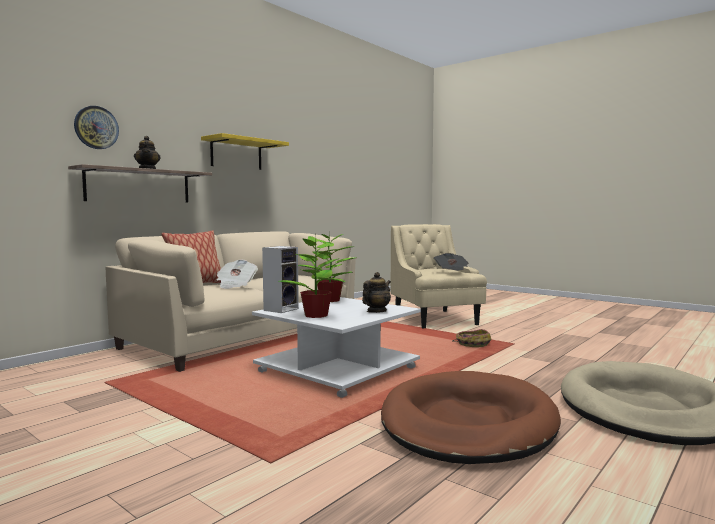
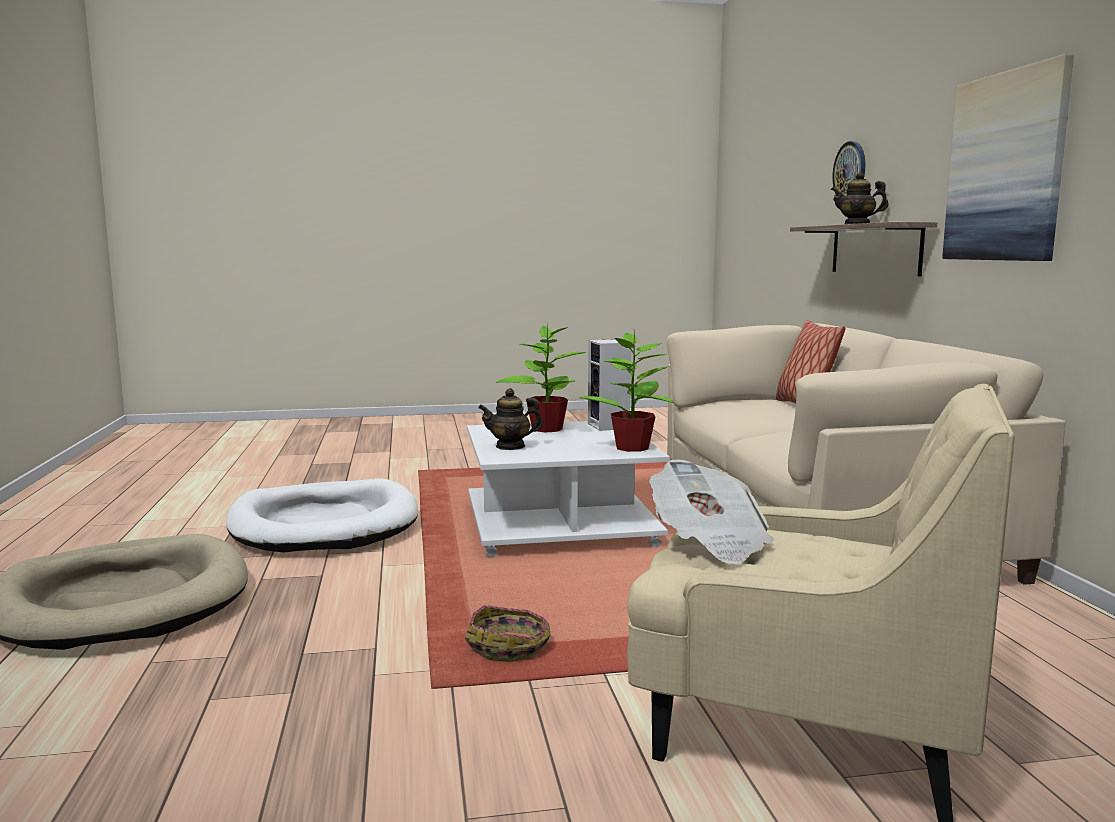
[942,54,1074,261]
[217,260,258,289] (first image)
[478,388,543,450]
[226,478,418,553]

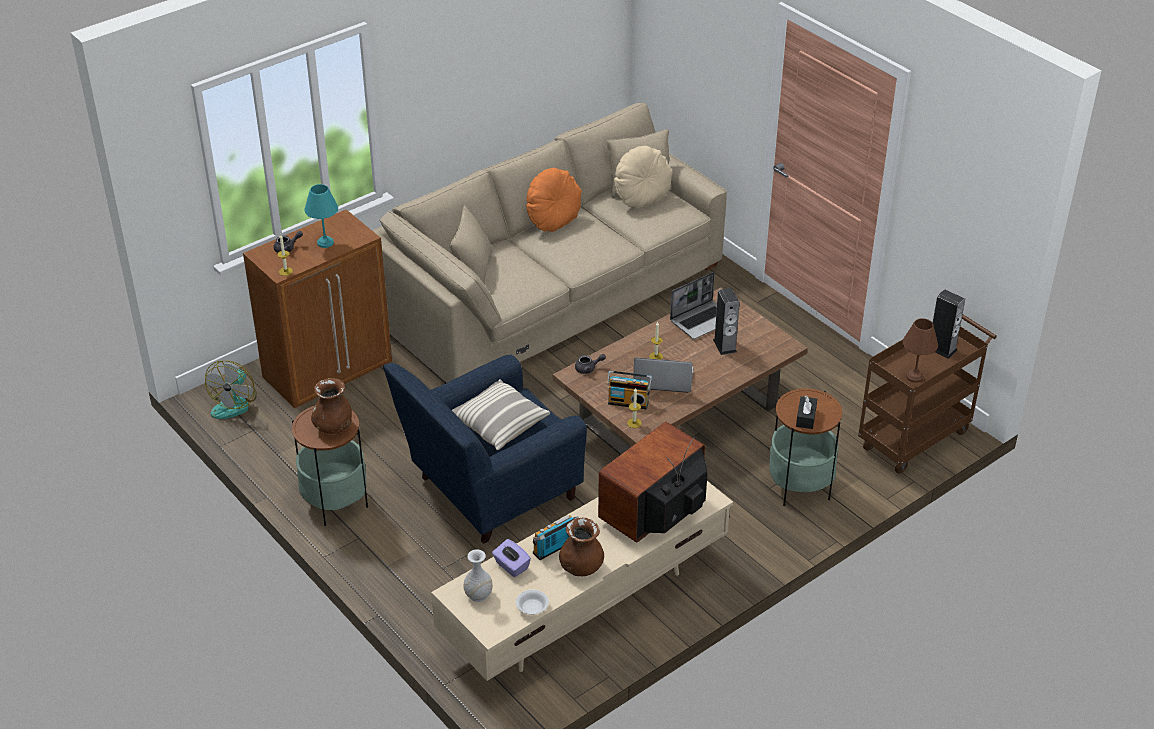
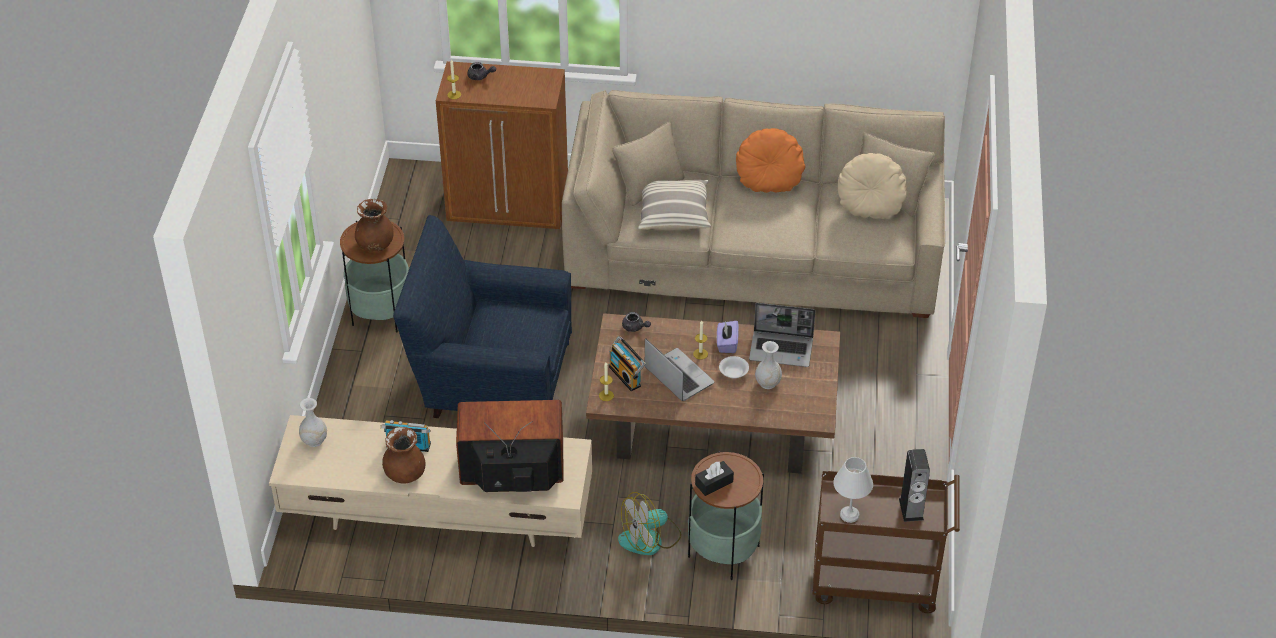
[305,184,338,248] (first image)
[755,341,782,389]
[833,457,873,523]
[618,492,681,555]
[638,180,711,230]
[717,321,739,353]
[719,356,749,378]

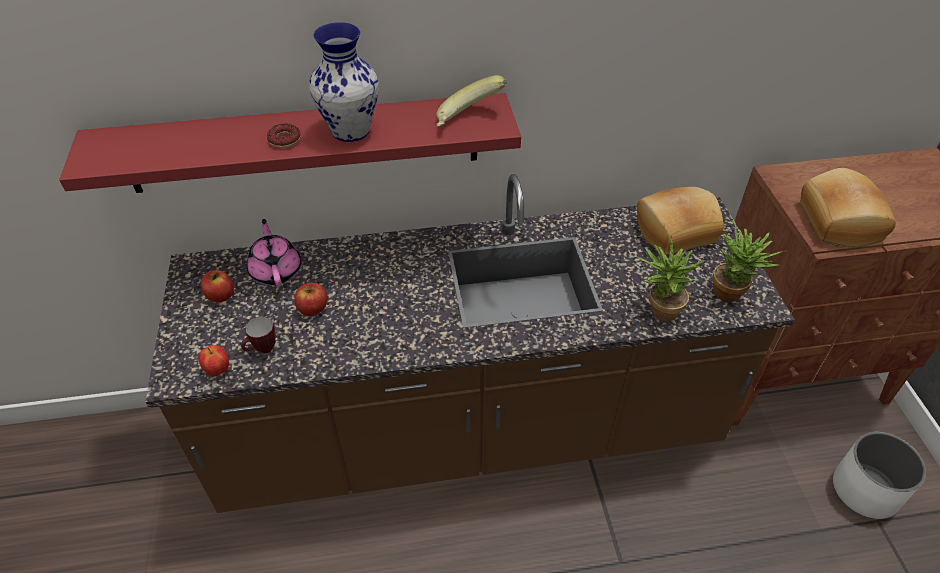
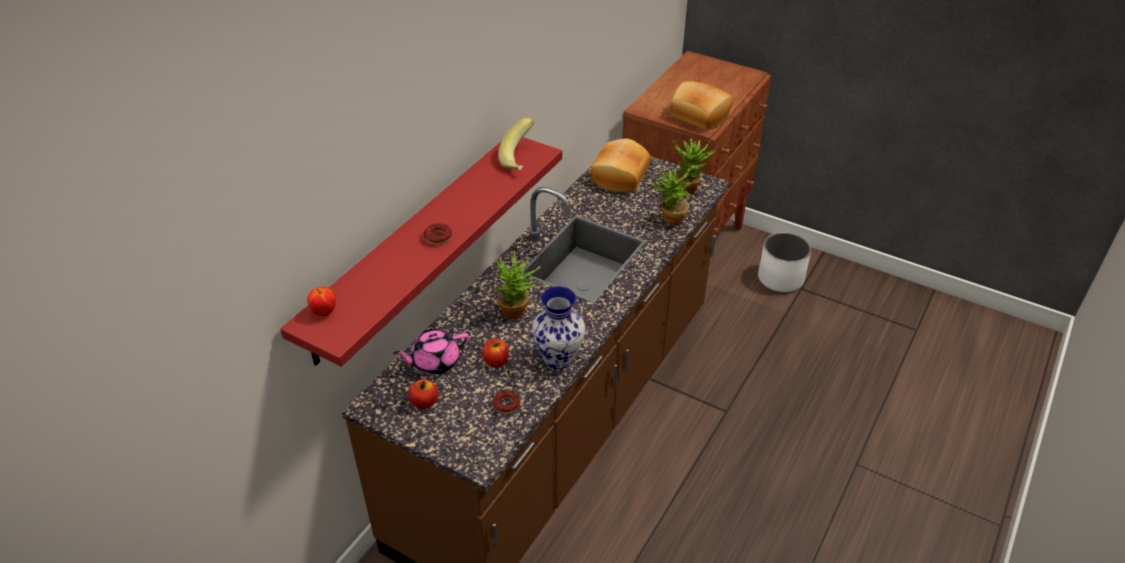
[532,286,585,369]
[393,329,469,375]
[493,390,520,413]
[307,287,336,316]
[493,250,541,319]

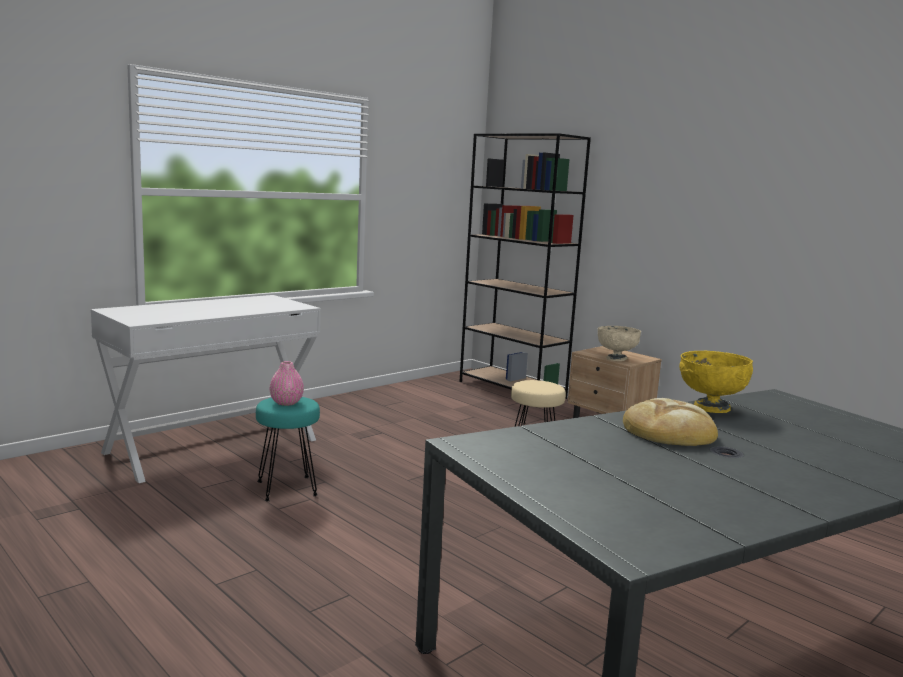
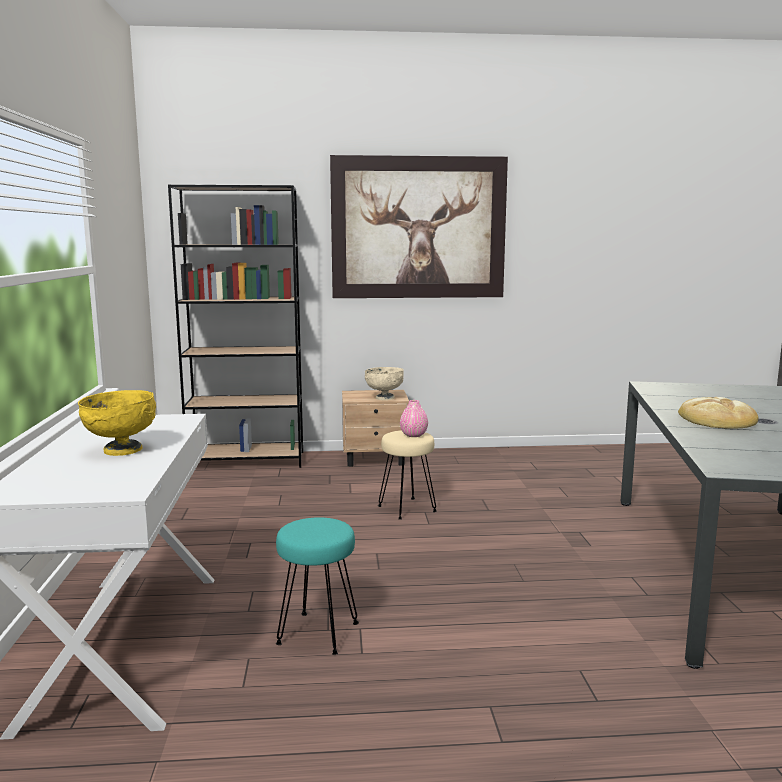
[78,390,156,456]
[400,400,428,437]
[330,155,508,298]

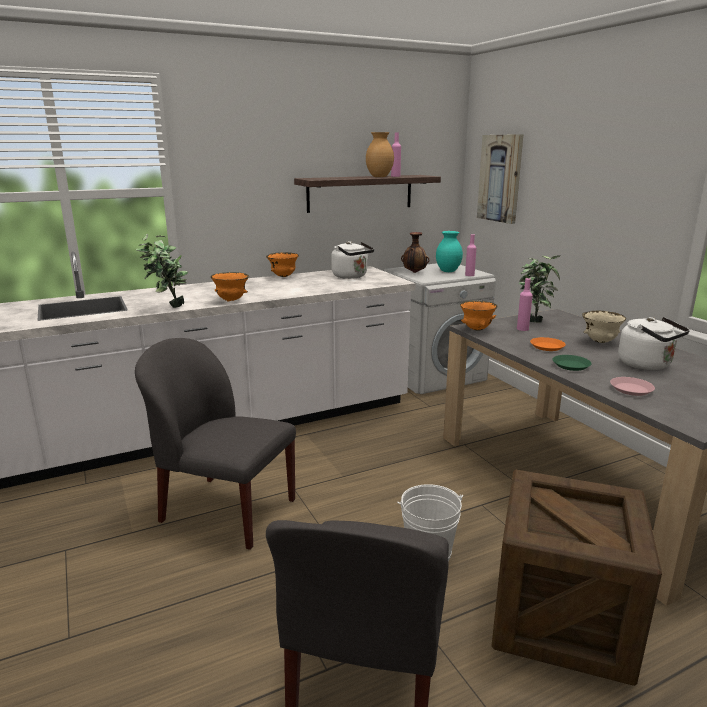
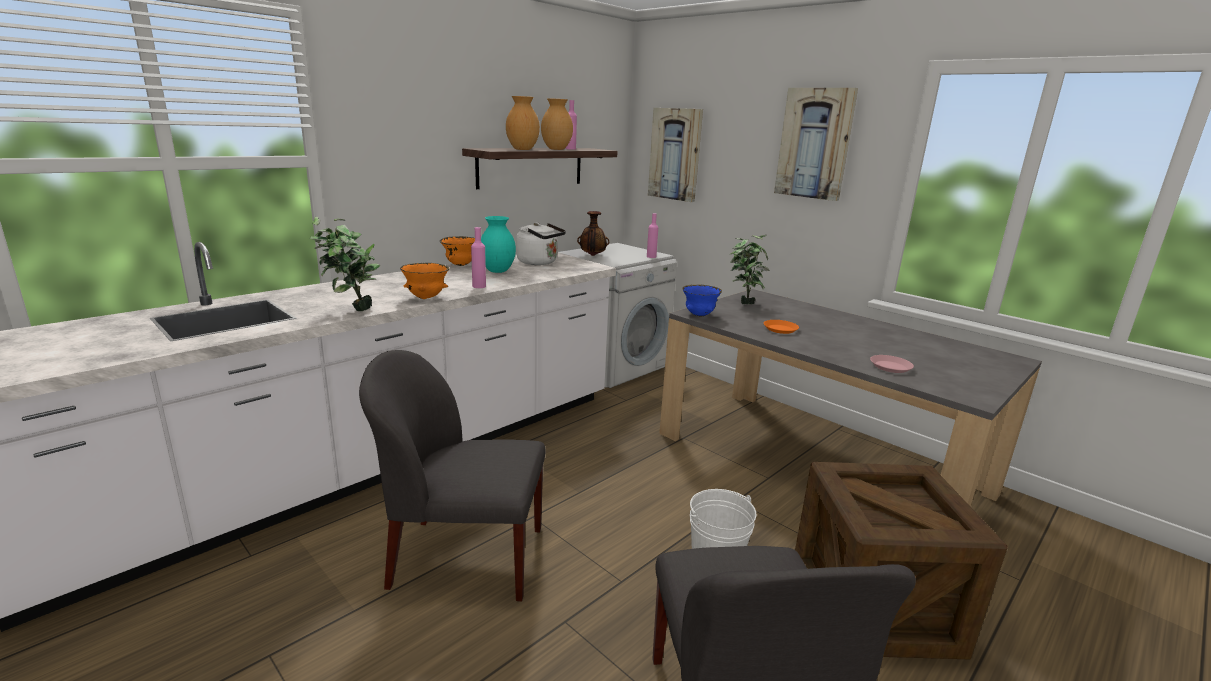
[481,216,516,273]
[471,227,486,288]
[682,284,722,316]
[582,310,626,343] (first image)
[618,317,690,370] (first image)
[552,355,592,371] (first image)
[774,88,858,201]
[506,96,540,150]

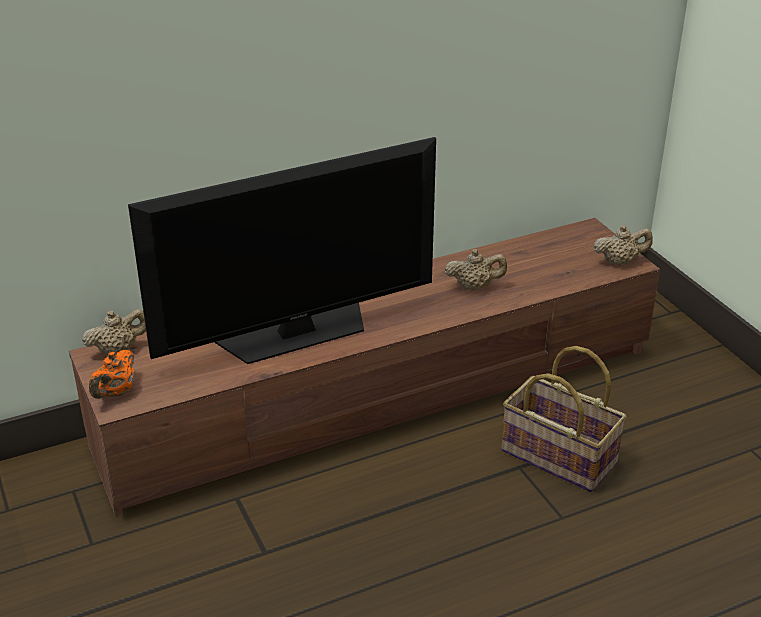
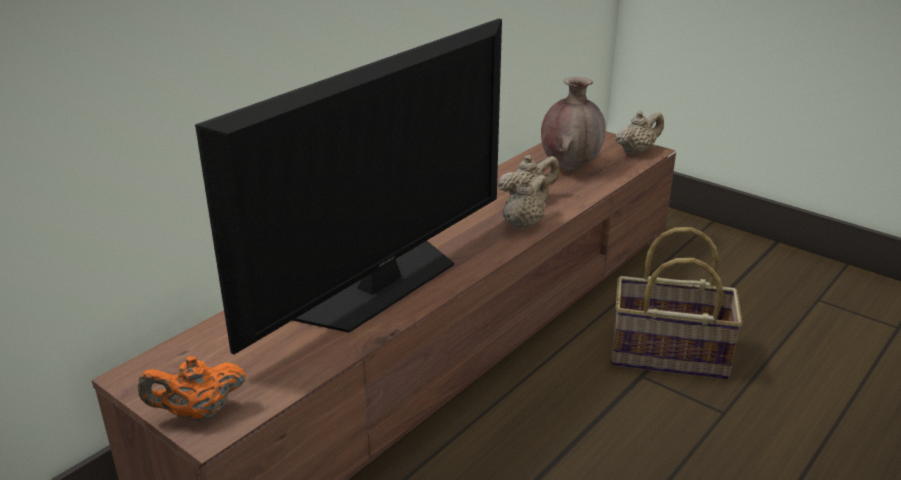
[503,175,549,230]
[138,356,246,421]
[541,77,606,171]

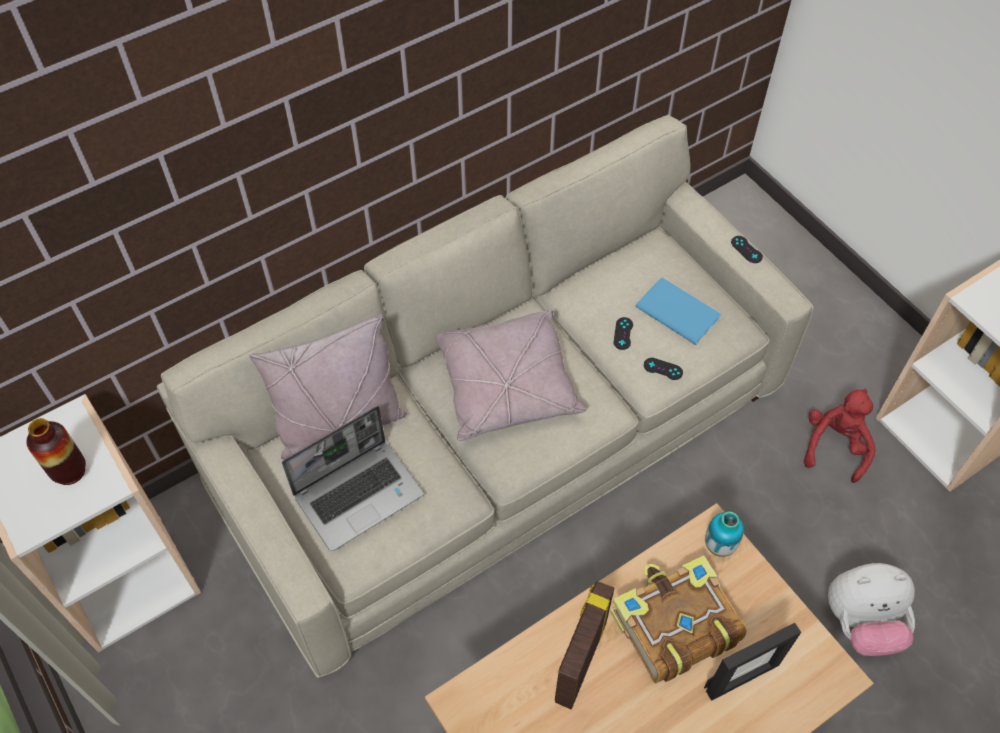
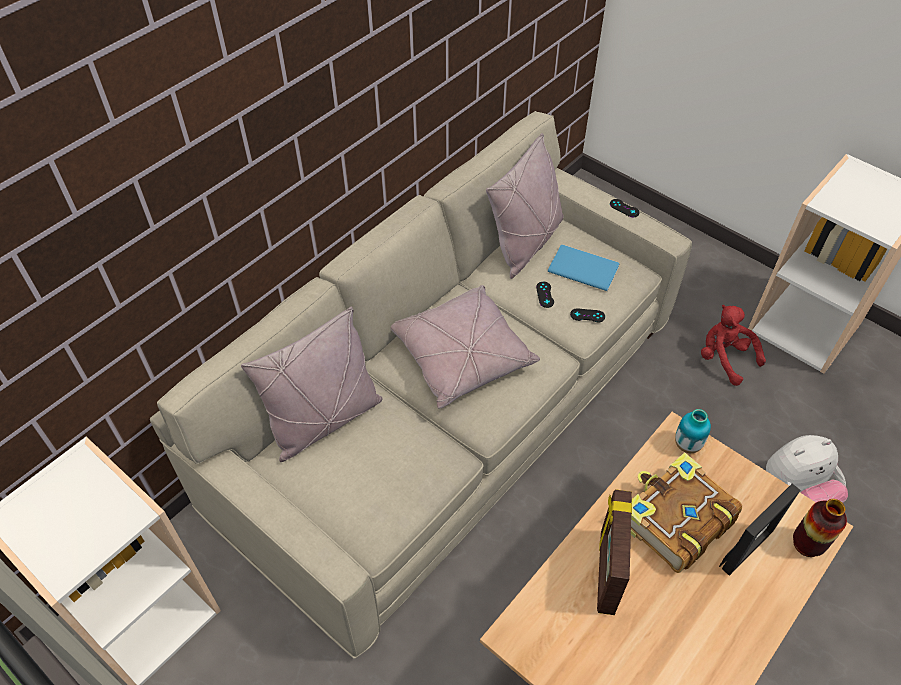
[701,305,766,386]
[282,406,423,551] (first image)
[793,499,847,557]
[486,133,564,279]

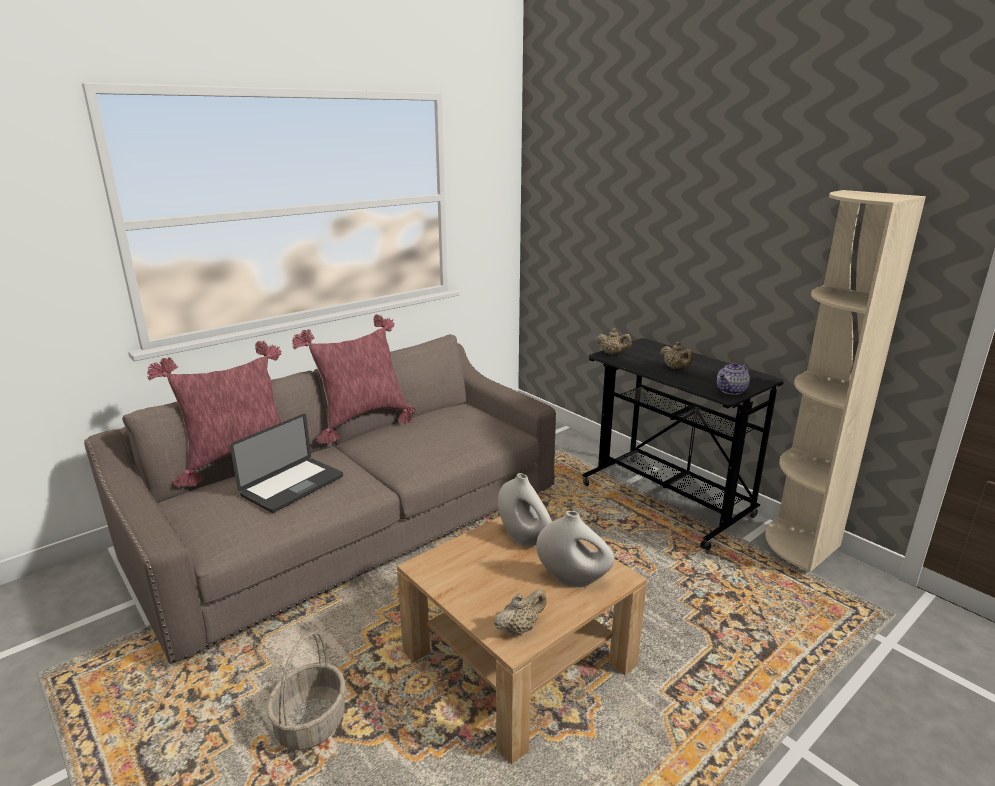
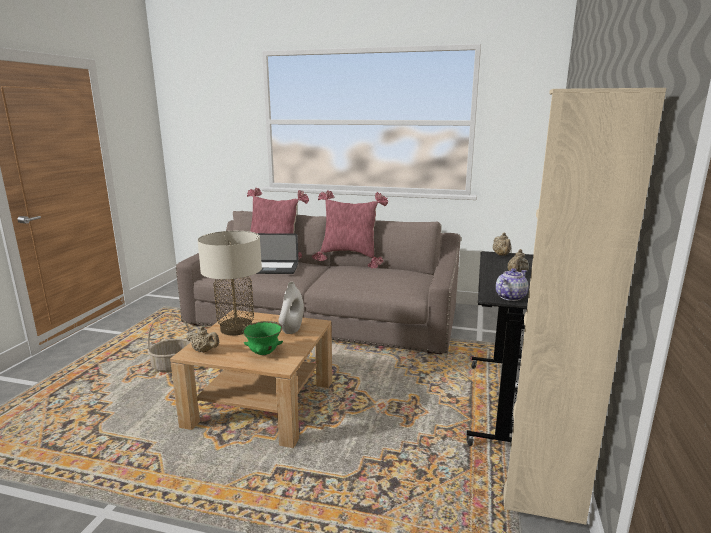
[496,268,529,301]
[242,321,283,355]
[197,231,262,336]

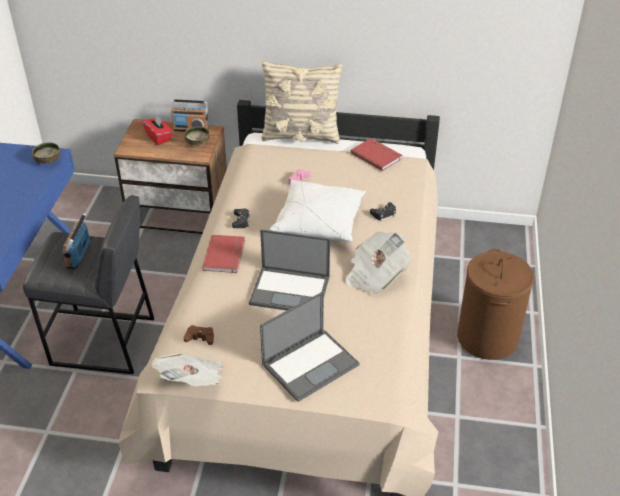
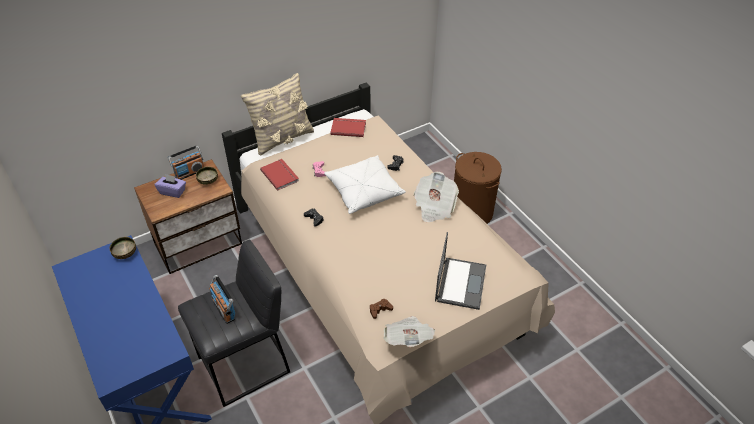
[155,174,186,198]
[249,229,330,311] (first image)
[260,159,299,191]

